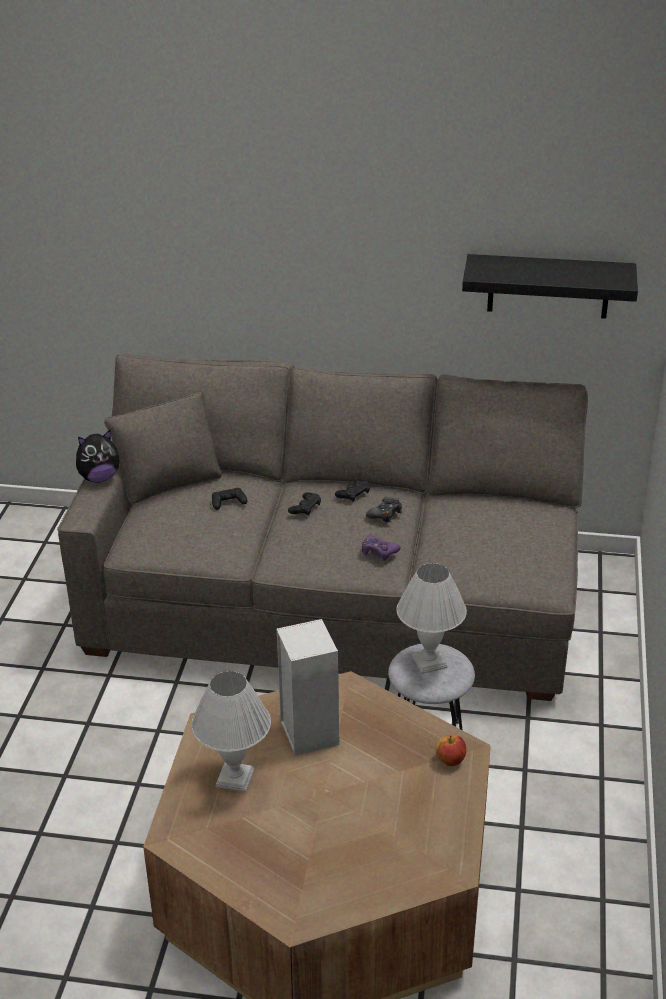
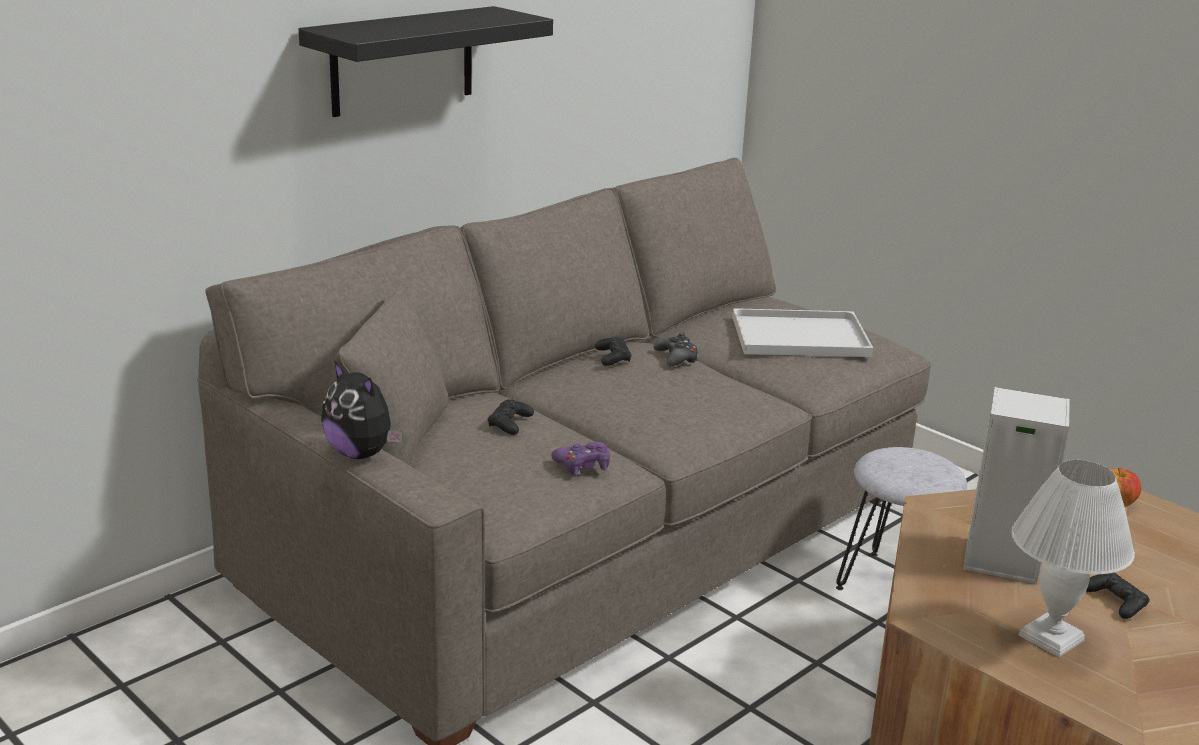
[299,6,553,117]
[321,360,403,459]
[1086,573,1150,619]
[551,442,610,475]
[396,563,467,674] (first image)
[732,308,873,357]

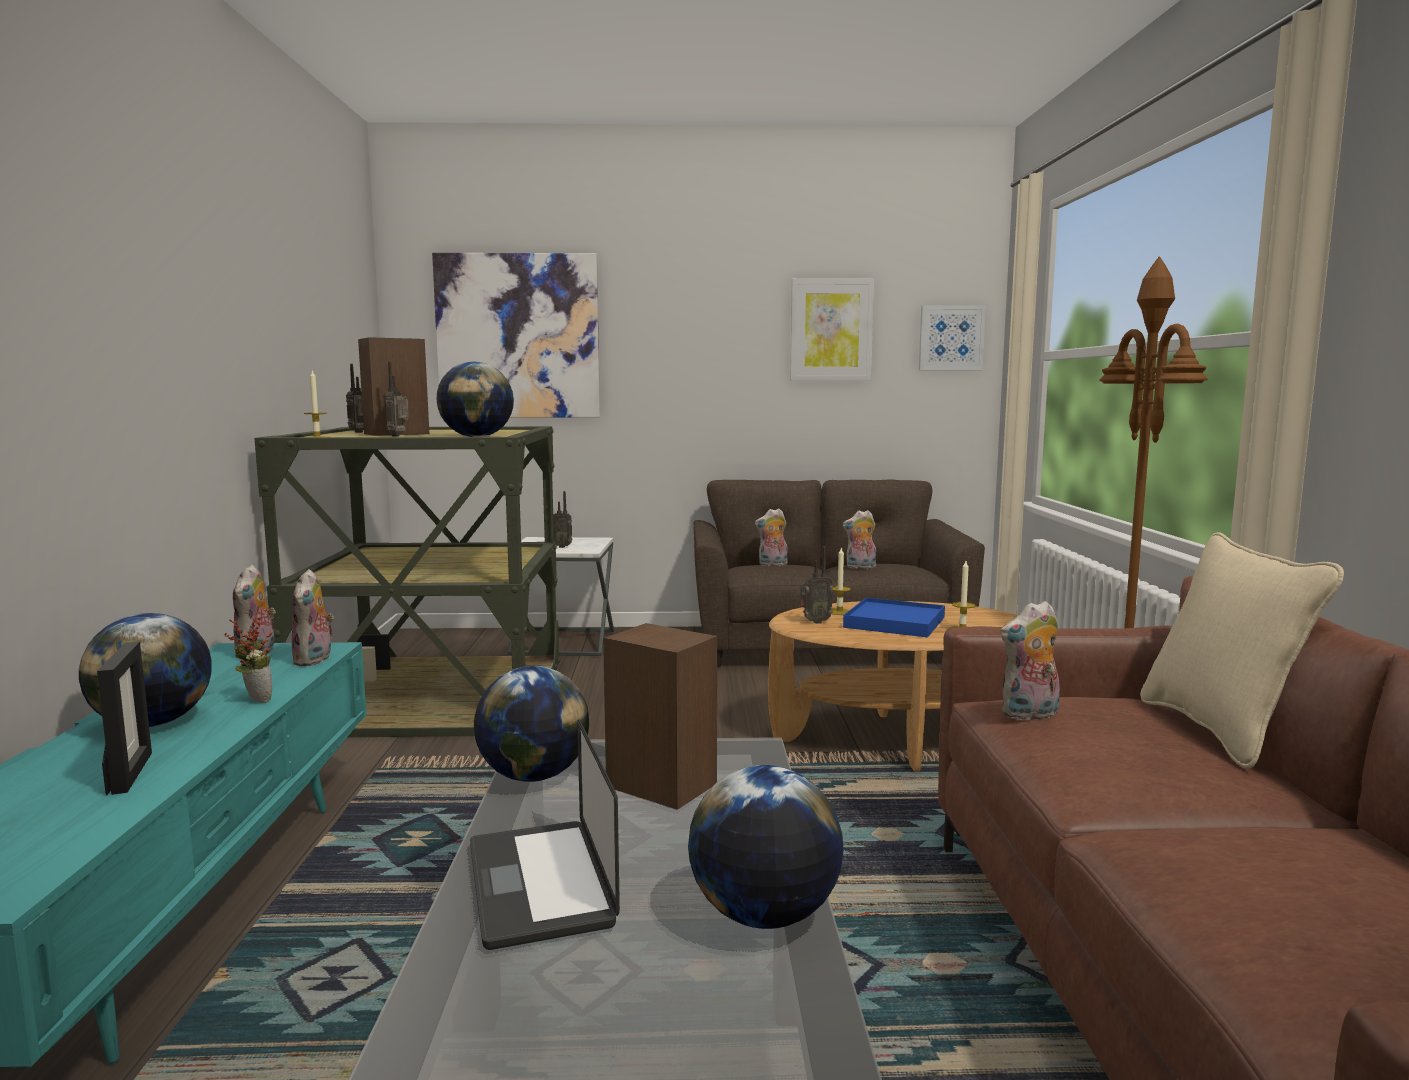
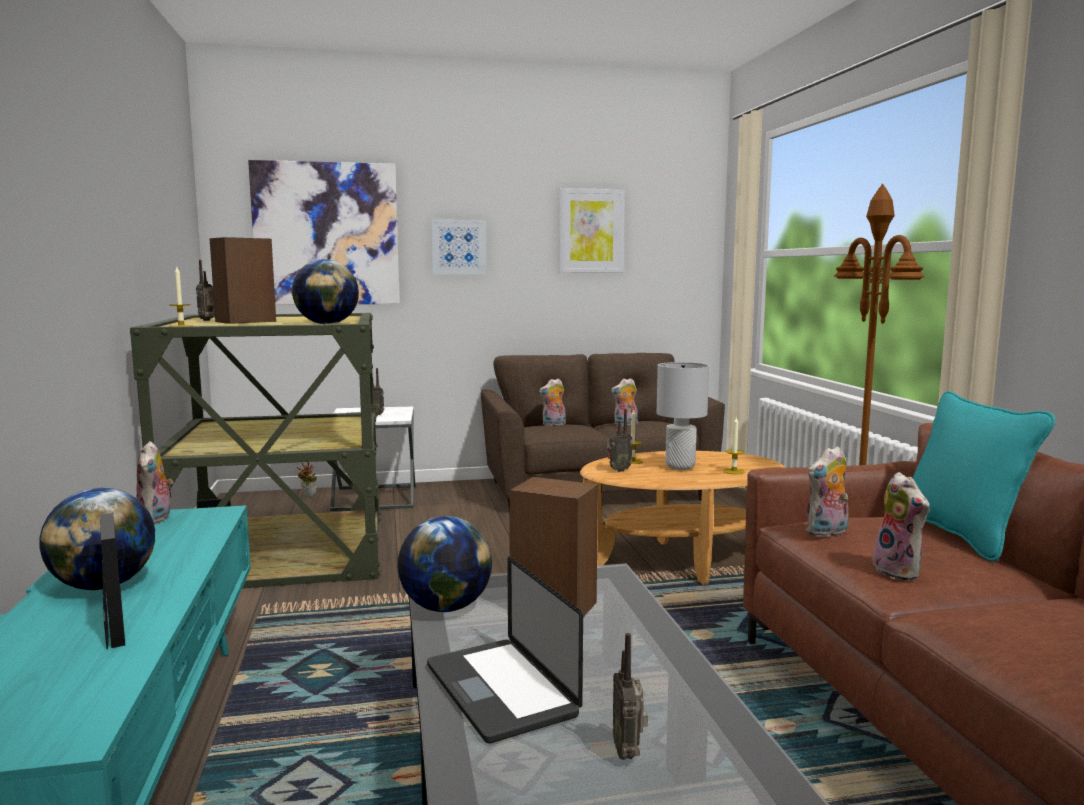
[431,219,486,274]
[613,633,648,760]
[913,391,1055,562]
[872,472,930,580]
[657,362,709,470]
[296,462,317,497]
[688,765,844,929] (first image)

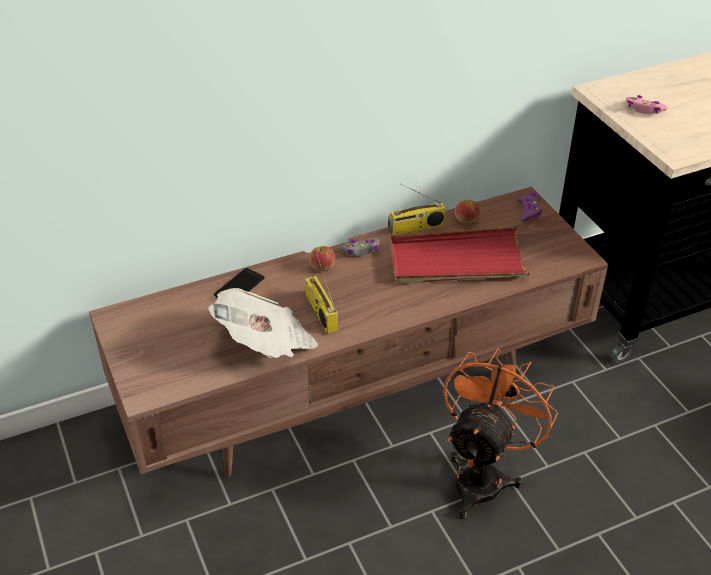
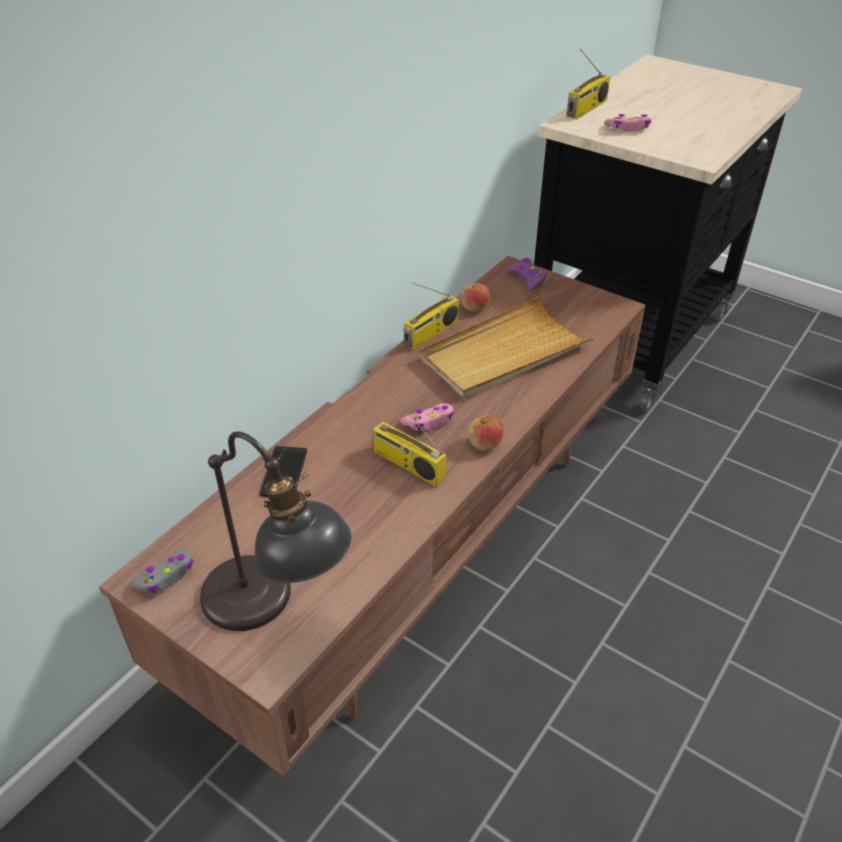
[419,296,594,399]
[129,548,193,594]
[468,415,504,451]
[208,288,319,359] (first image)
[443,348,558,519] (first image)
[566,49,610,120]
[400,403,454,431]
[200,431,351,631]

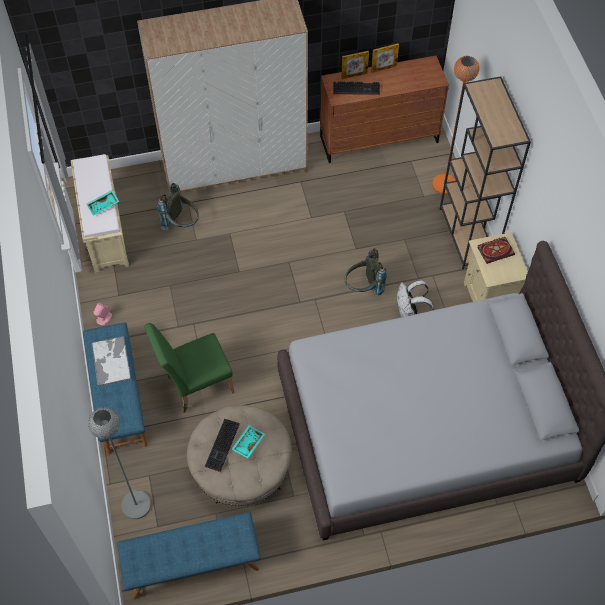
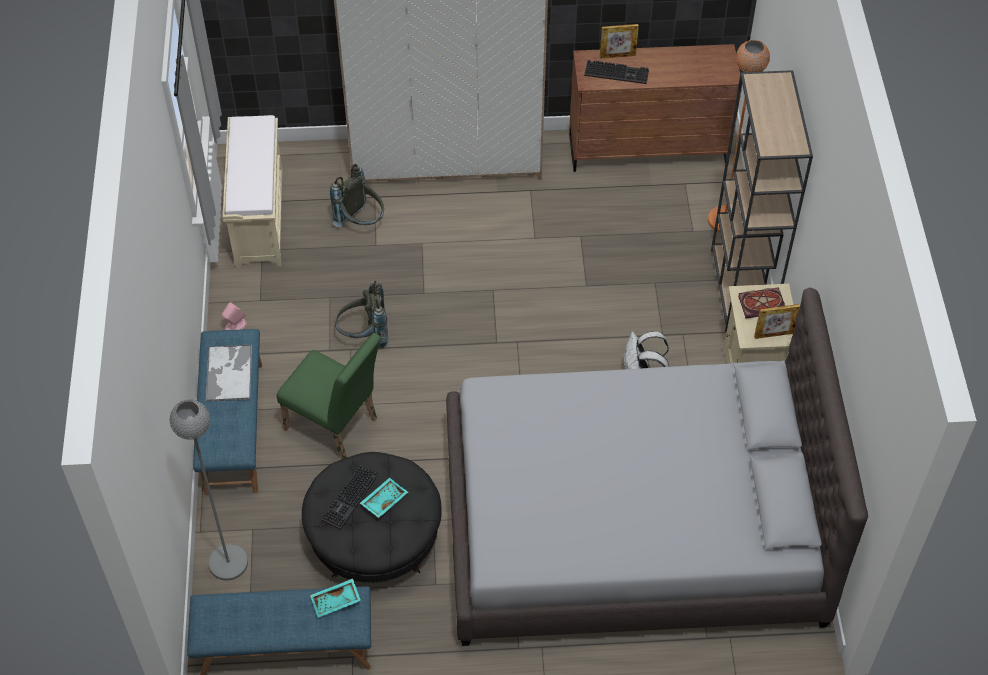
[754,304,800,339]
[310,578,361,618]
[335,281,388,348]
[276,333,381,460]
[302,452,442,583]

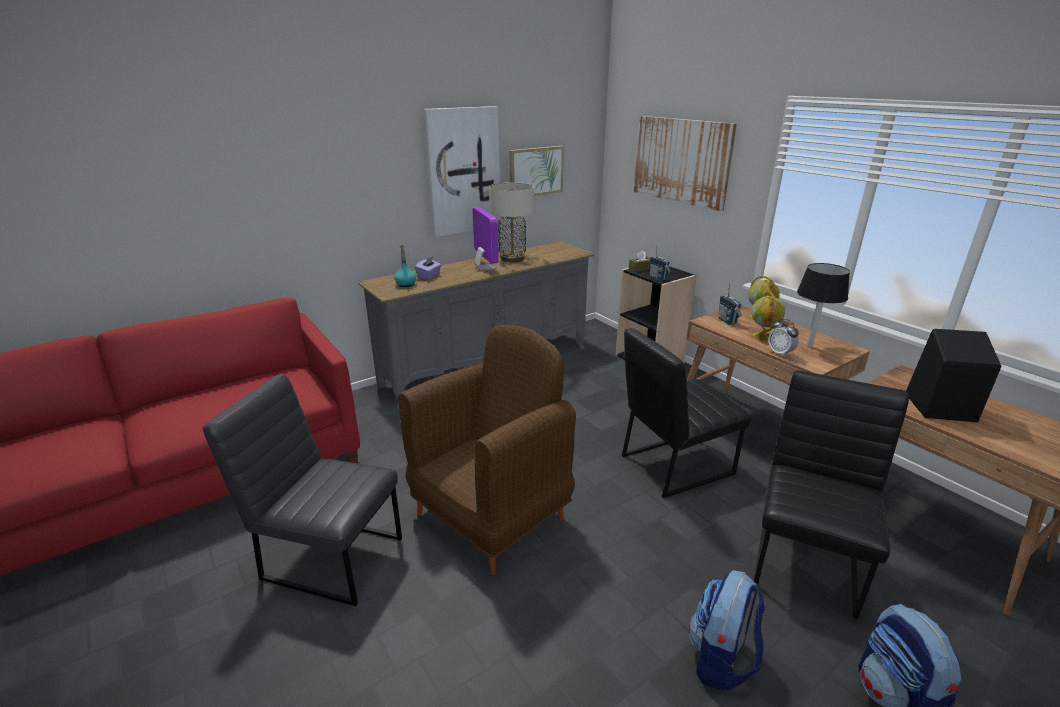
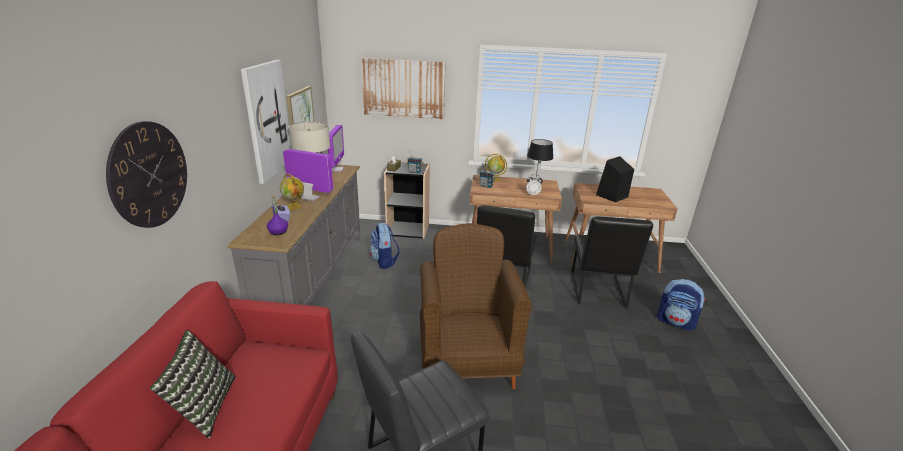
[267,196,288,235]
[280,174,304,210]
[571,217,653,309]
[369,222,400,269]
[106,121,187,228]
[328,125,344,172]
[150,330,236,438]

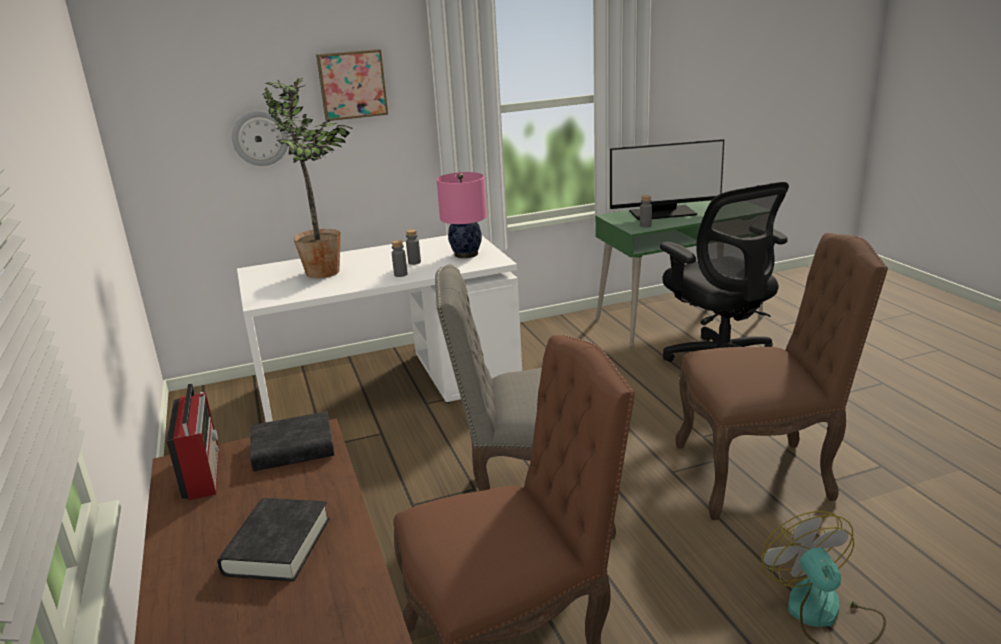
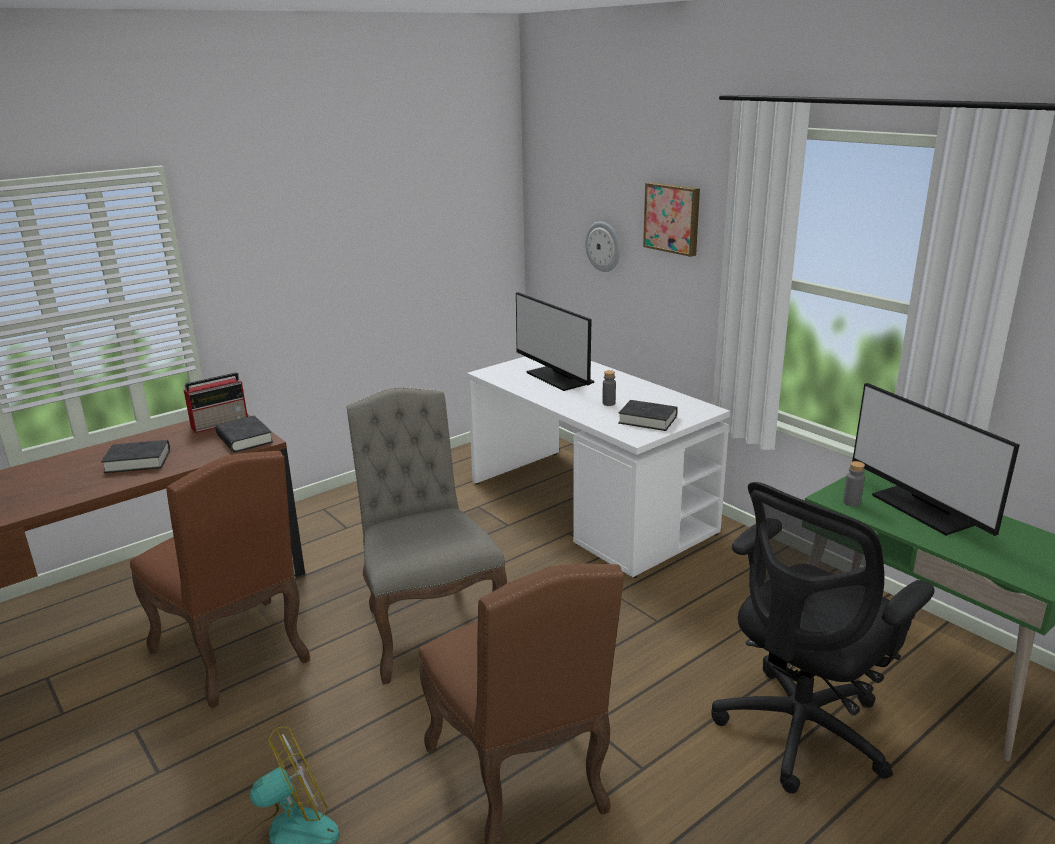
[516,292,594,391]
[618,400,678,431]
[392,240,407,277] (first image)

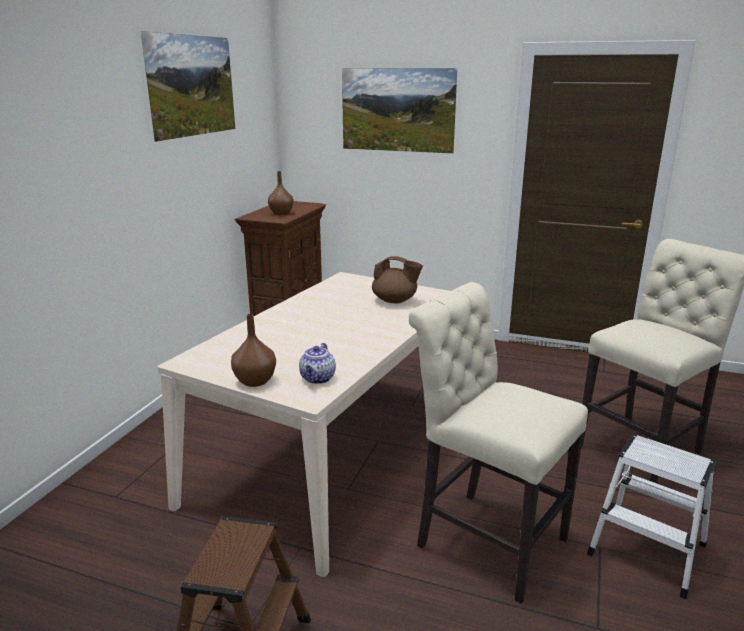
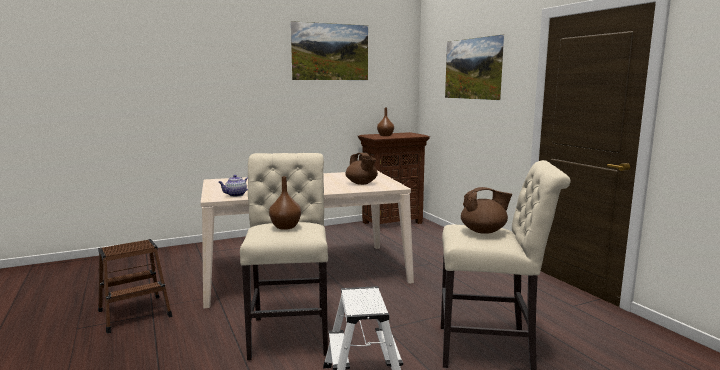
[269,176,301,230]
[461,187,512,234]

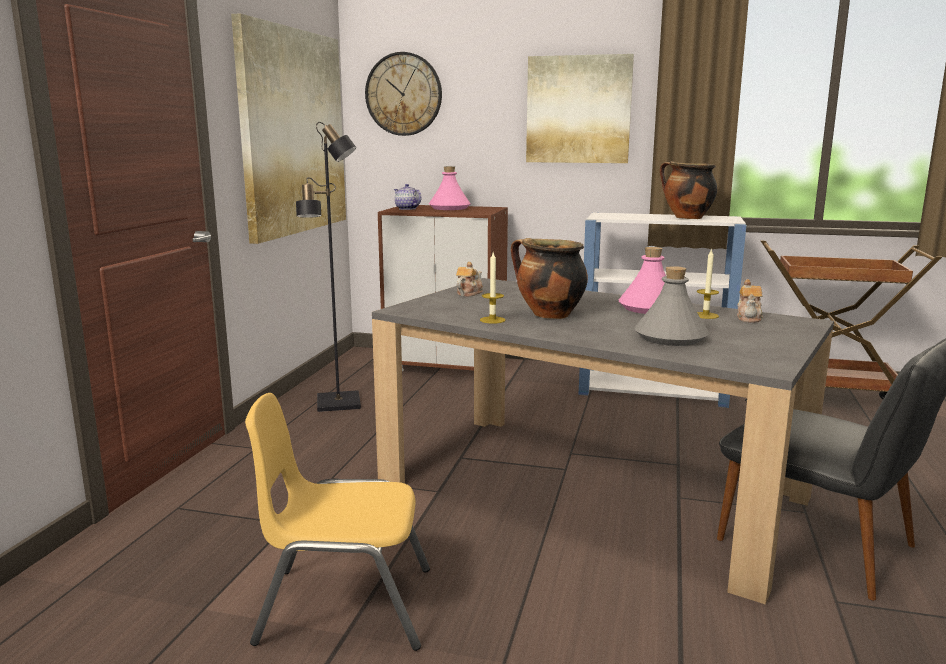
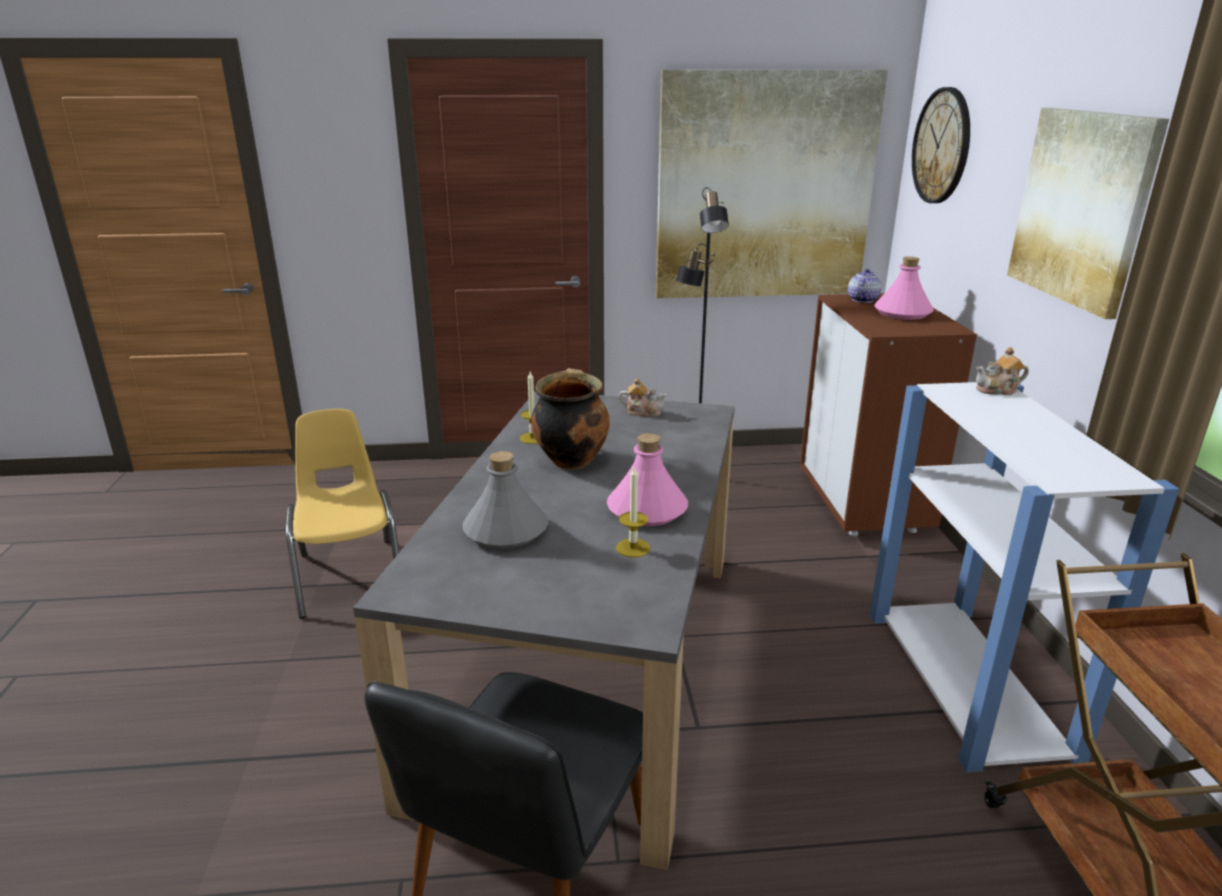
[660,161,717,219] (first image)
[976,347,1029,395]

